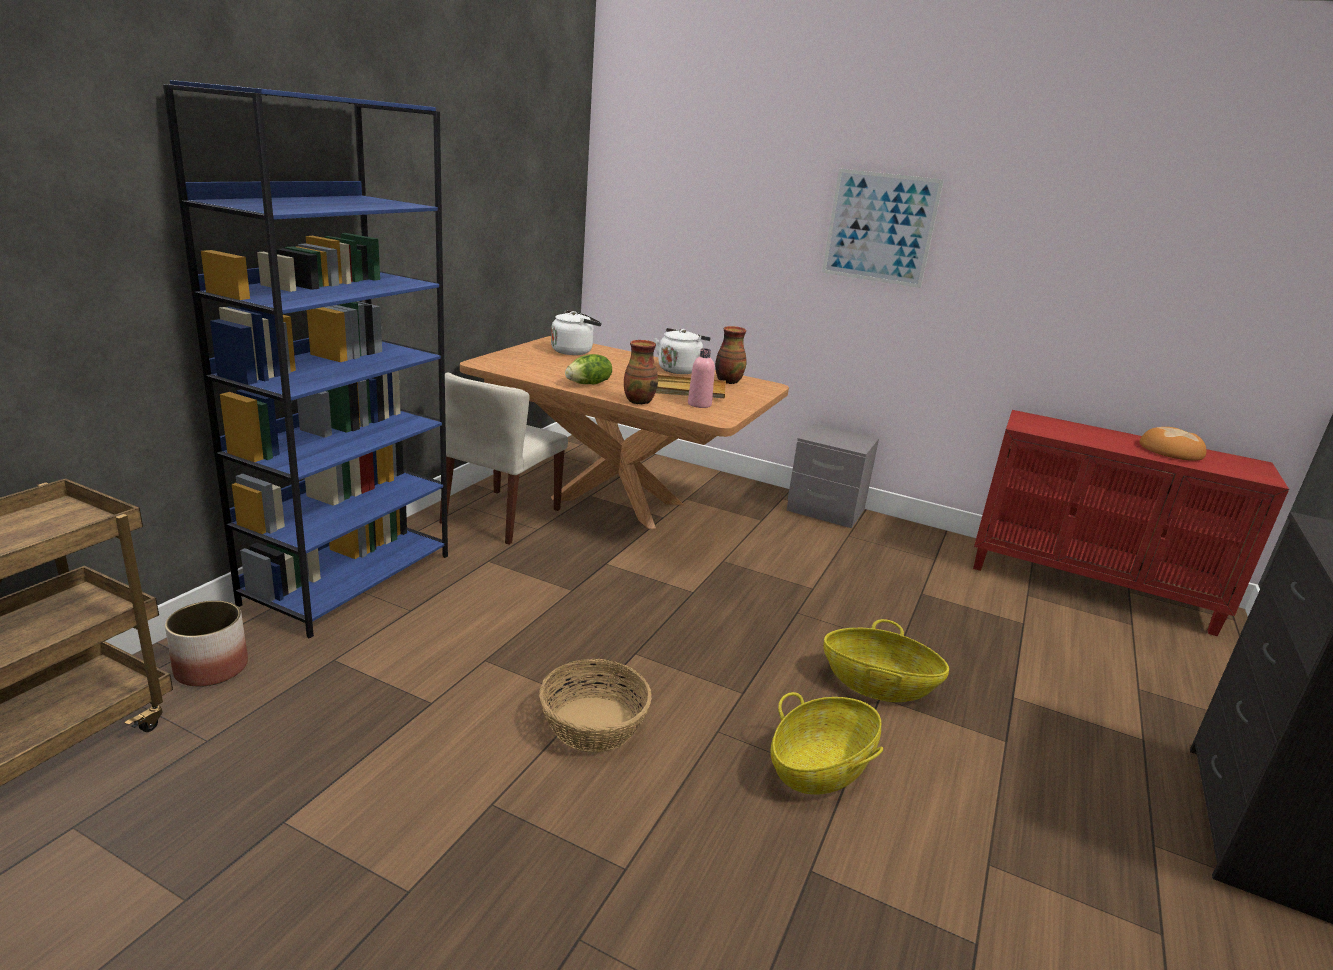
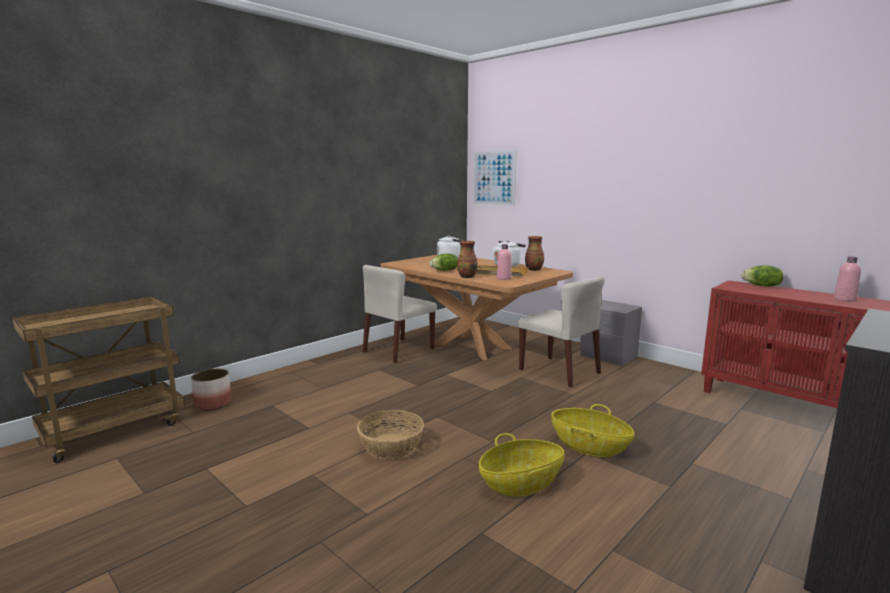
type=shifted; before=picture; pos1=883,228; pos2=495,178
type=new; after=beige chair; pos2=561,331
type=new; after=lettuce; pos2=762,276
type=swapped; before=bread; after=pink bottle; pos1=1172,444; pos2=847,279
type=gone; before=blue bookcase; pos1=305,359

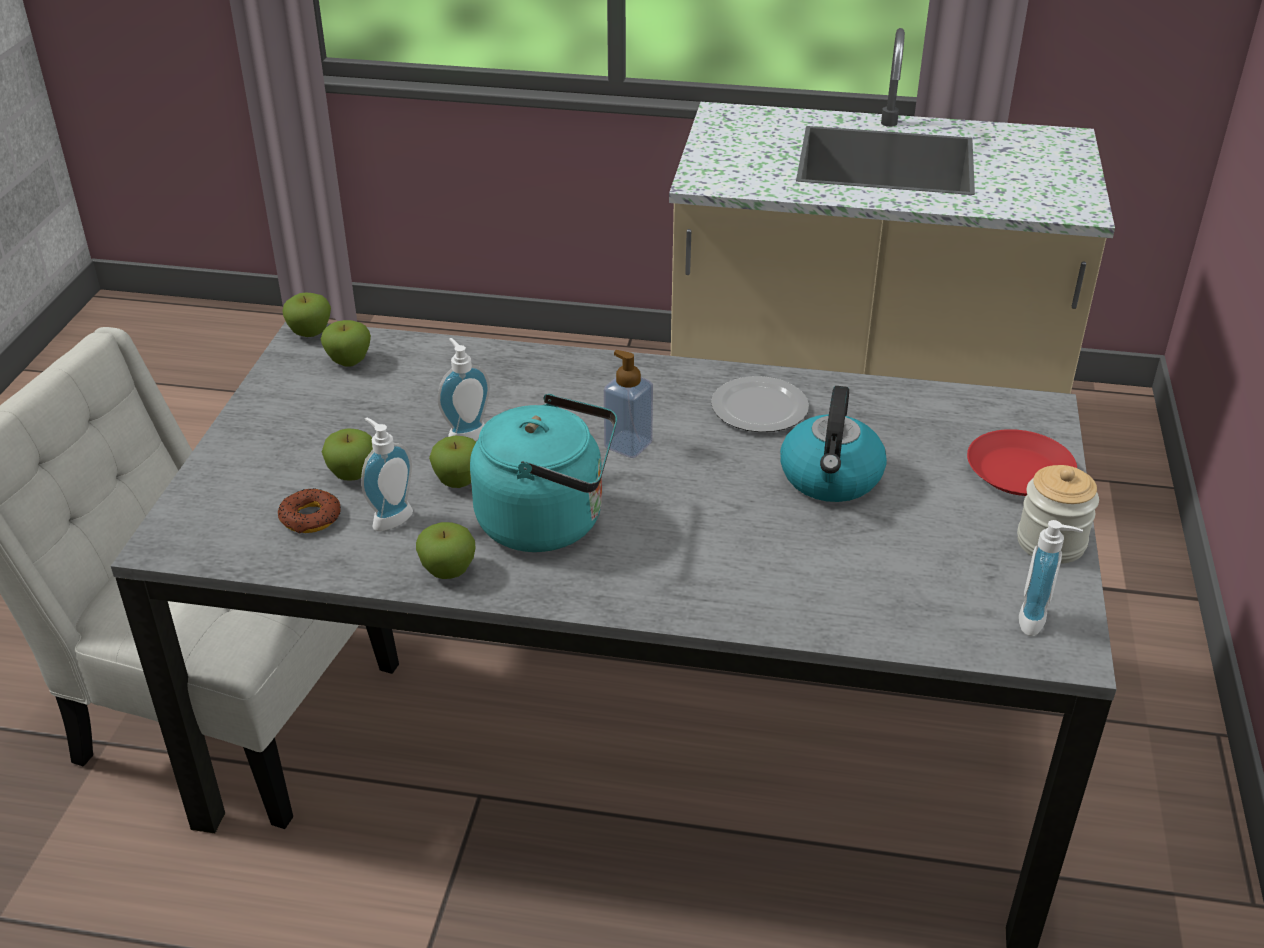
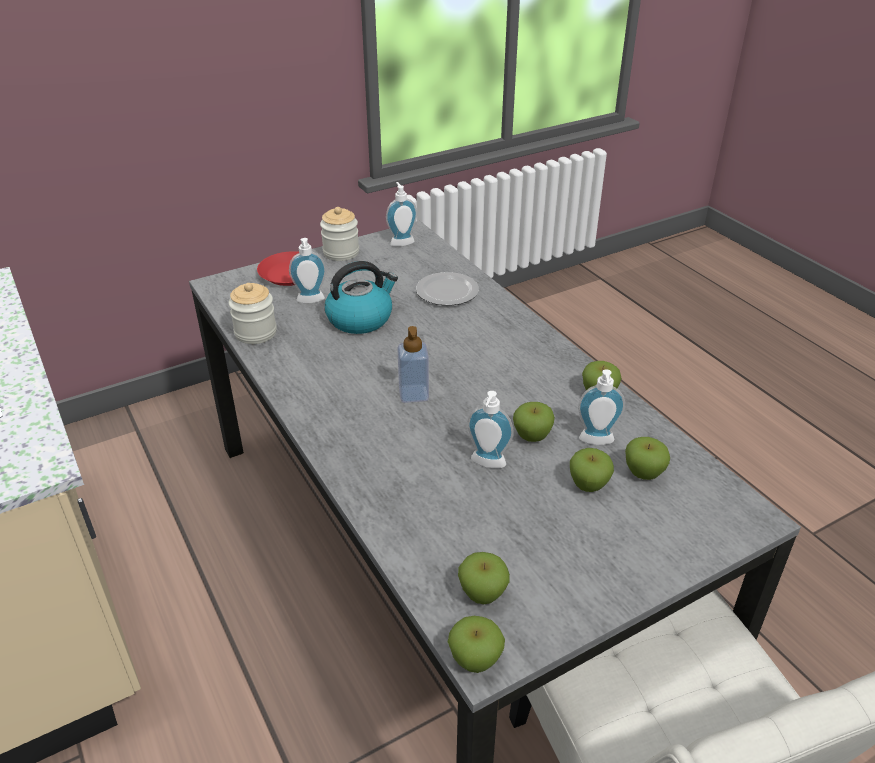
type=new; after=jar; pos2=253,313
type=new; after=soap dispenser; pos2=307,270
type=shifted; before=plate; pos1=760,404; pos2=447,289
type=swapped; before=donut; after=apple; pos1=309,510; pos2=647,458
type=gone; before=turquoise kettle; pos1=543,473

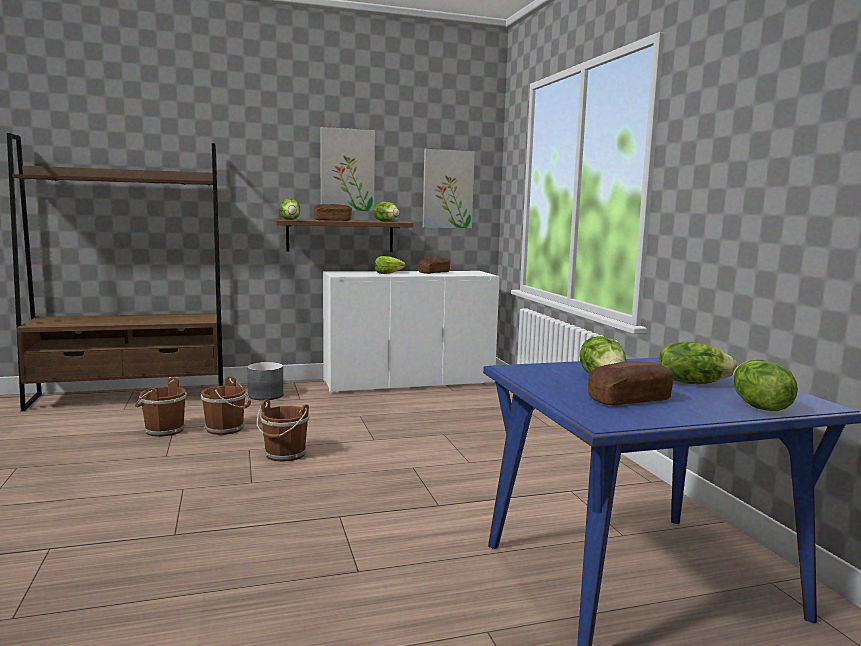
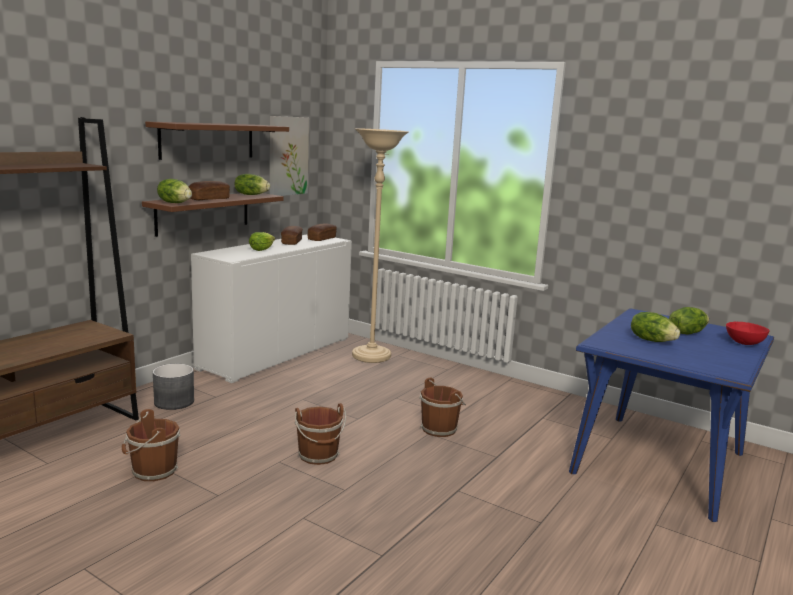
type=swapped; before=picture; after=brown shelf; pos1=347,169; pos2=217,141
type=shifted; before=bread; pos1=631,383; pos2=322,232
type=new; after=beige floor lamp; pos2=380,245
type=shifted; before=brown bucket; pos1=226,405; pos2=442,407
type=swapped; before=lettuce; after=red bowl; pos1=765,385; pos2=748,333

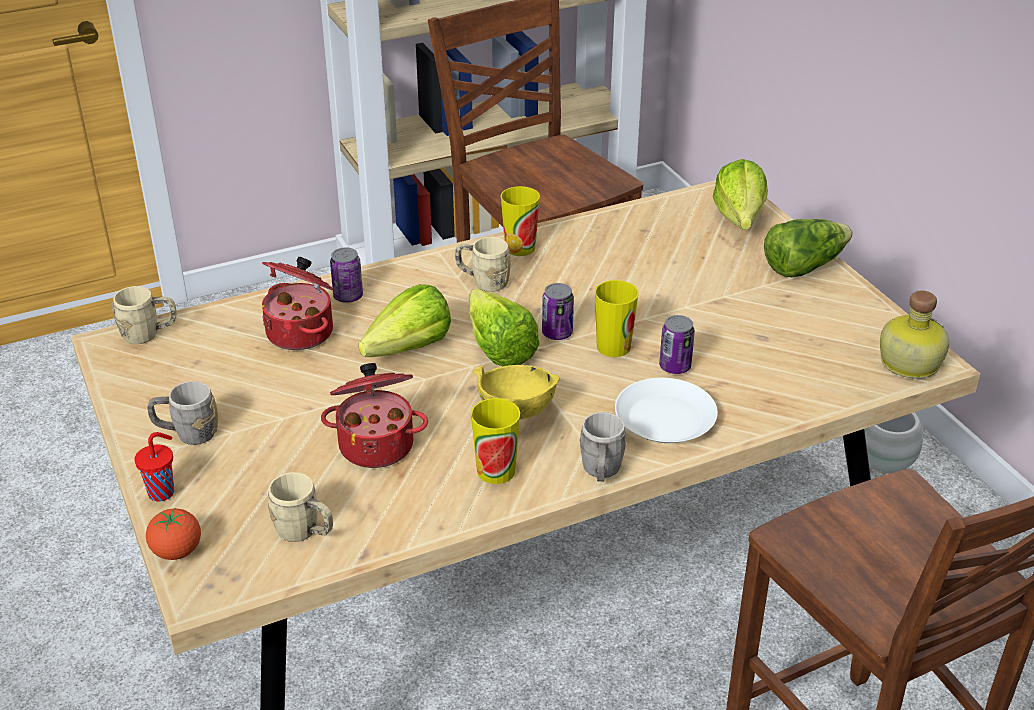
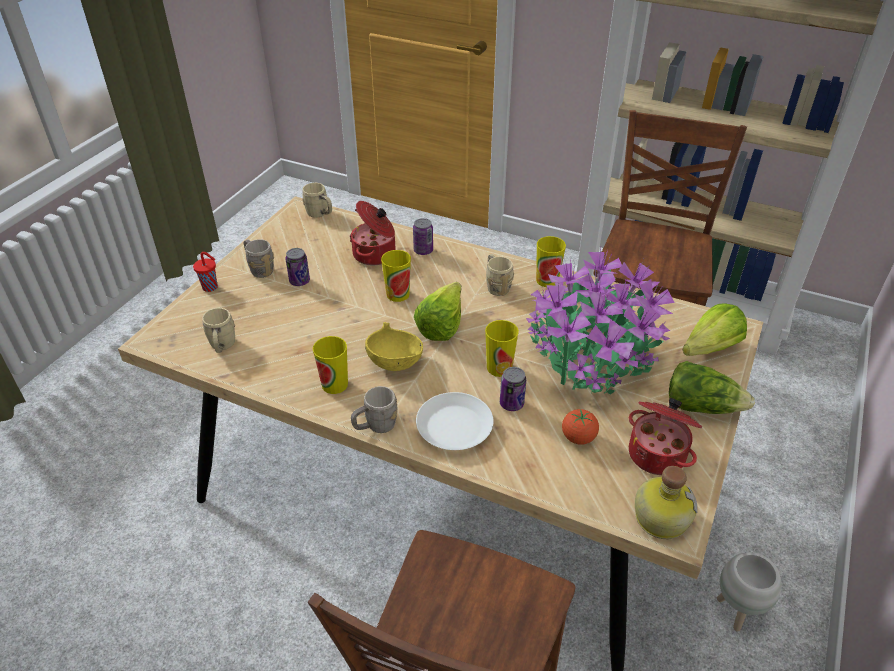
type=shifted; before=can; pos1=558,311; pos2=297,267
type=swapped; before=lettuce; after=cup; pos1=405,320; pos2=396,276
type=new; after=potted plant; pos2=600,321
type=shifted; before=tomato; pos1=173,534; pos2=580,427
type=shifted; before=cooking pot; pos1=374,415; pos2=665,436

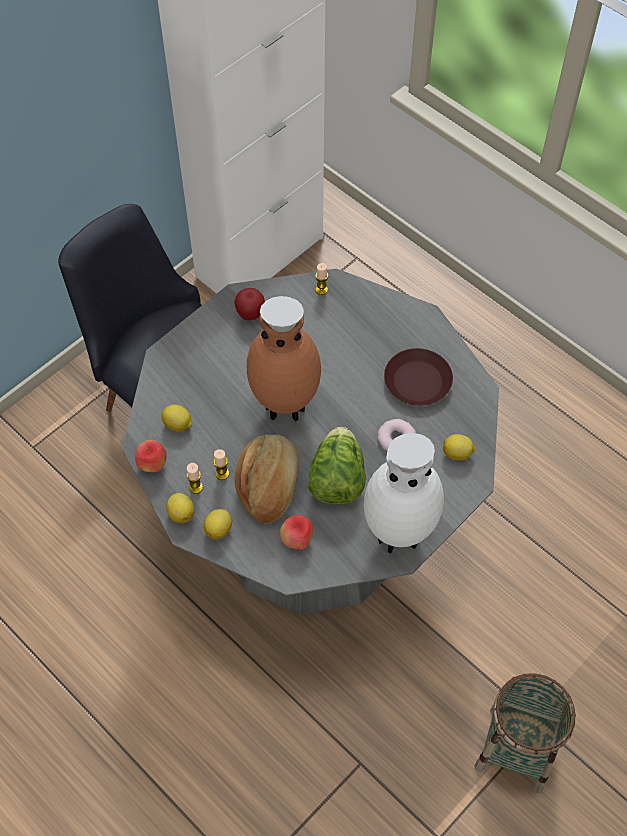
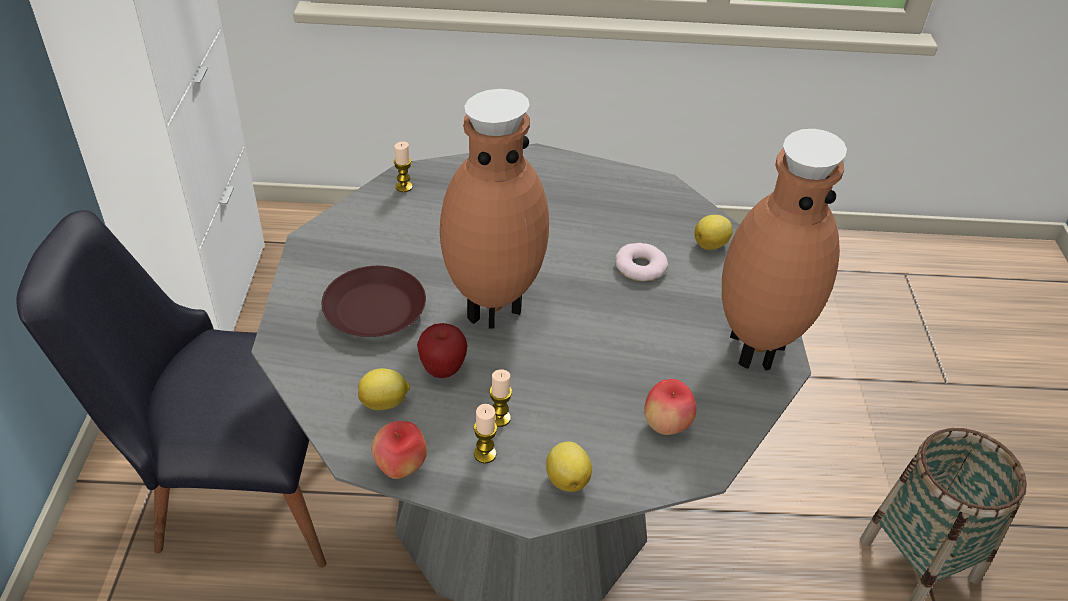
type=shifted; before=brown plate; pos1=418,377; pos2=374,301
type=shifted; before=apple; pos1=249,304; pos2=442,350
type=repainted; before=white vase; after=brown vase; pos1=404,493; pos2=784,250
type=gone; before=lemon; pos1=180,508
type=gone; before=bread; pos1=266,479
type=gone; before=lettuce; pos1=337,466

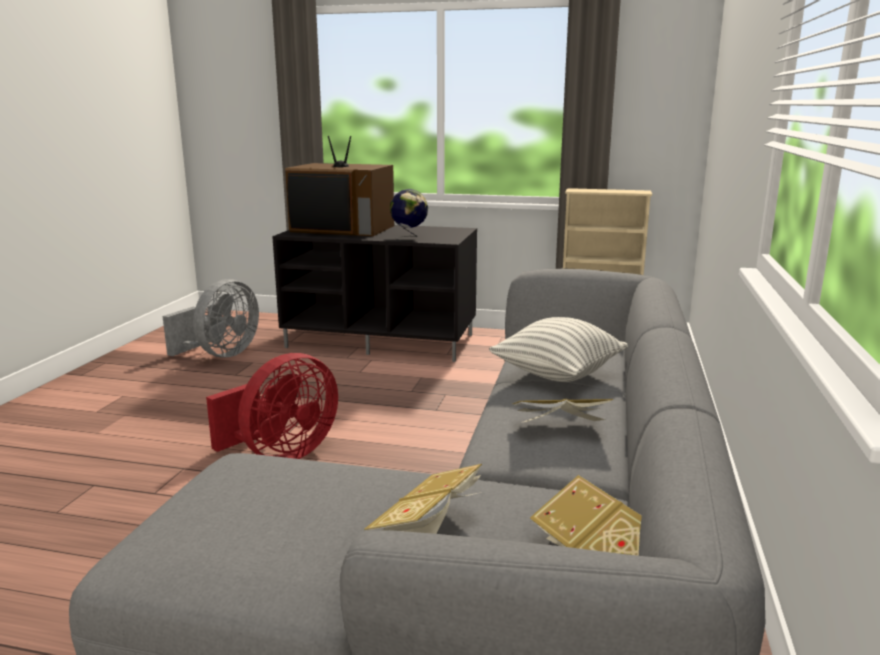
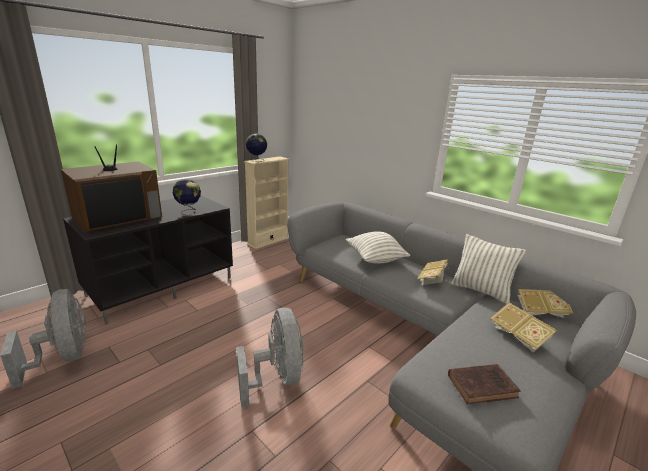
type=repainted; before=red fan; after=grey fan; pos1=272,406; pos2=270,357
type=new; after=globe; pos2=256,148
type=new; after=brown book; pos2=484,384
type=new; after=pillow; pos2=488,269

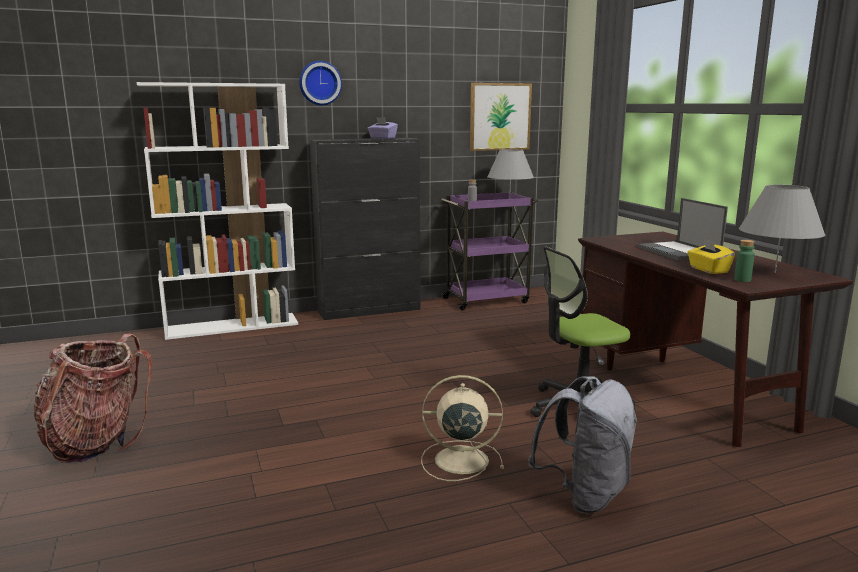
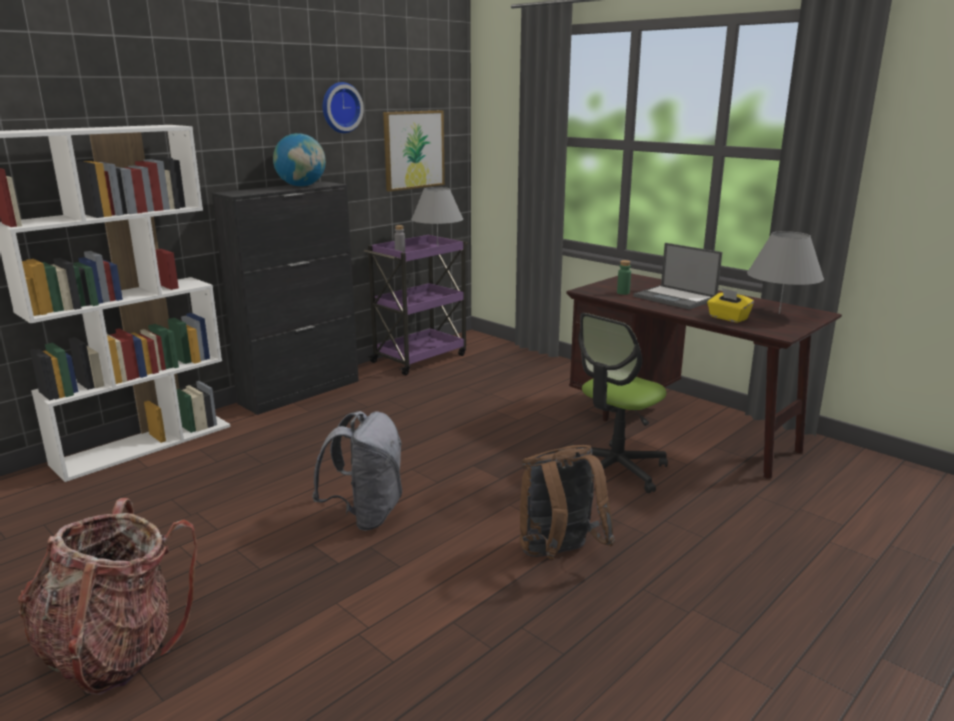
type=swapped; before=purple tissue box; after=globe; pos1=383,128; pos2=299,159
type=shifted; before=grey backpack; pos1=582,445; pos2=357,471
type=shifted; before=wall clock; pos1=320,83; pos2=343,107
type=swapped; before=beige fan; after=brown backpack; pos1=462,428; pos2=567,502
type=shifted; before=green bottle; pos1=744,261; pos2=624,277

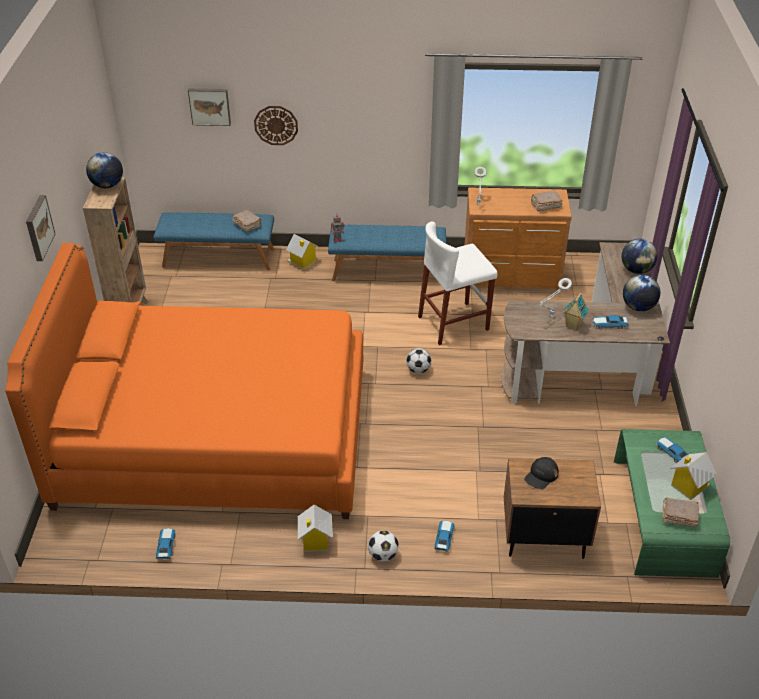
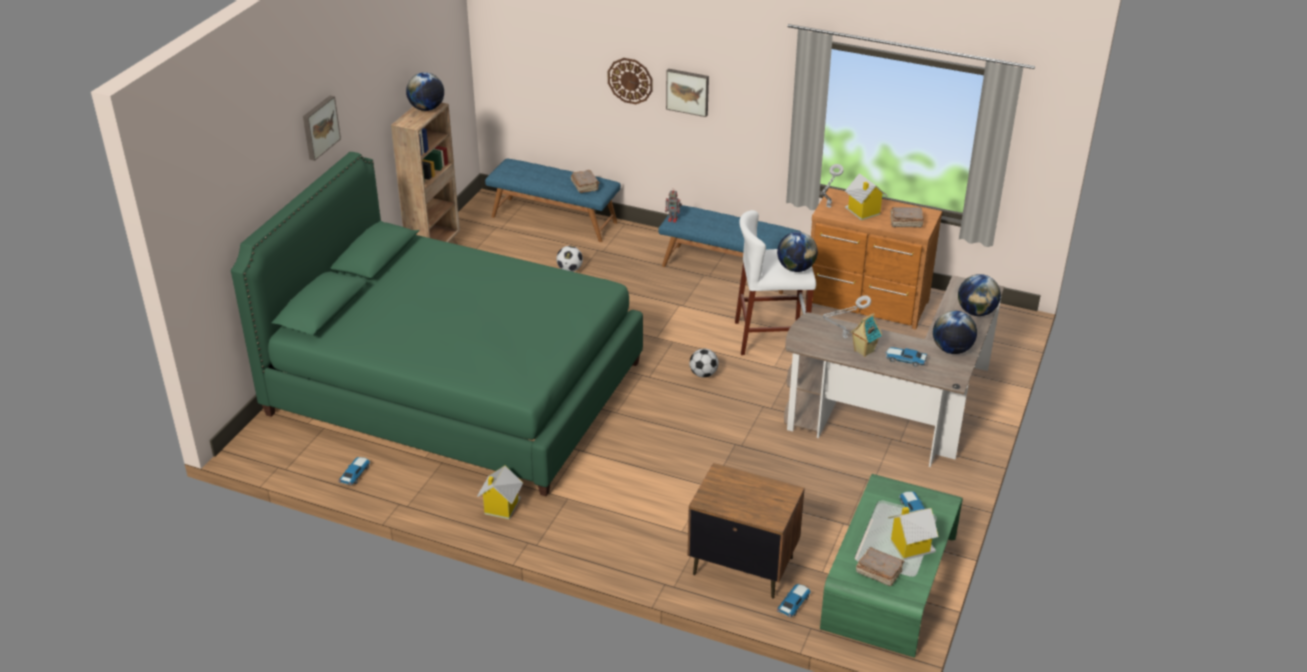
type=repainted; before=orange bed; after=green bed; pos1=184,381; pos2=437,324
type=shifted; before=football; pos1=383,546; pos2=569,259
type=shifted; before=picture; pos1=209,107; pos2=687,93
type=new; after=globe; pos2=797,252
type=shifted; before=toy car; pos1=444,536; pos2=794,600
type=shifted; before=toy house; pos1=302,252; pos2=866,197
type=gone; before=black cap; pos1=541,473

